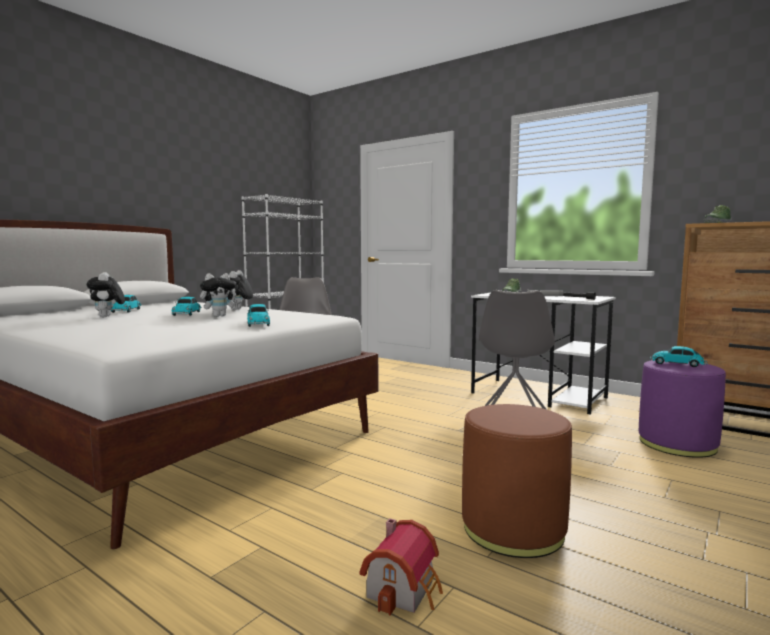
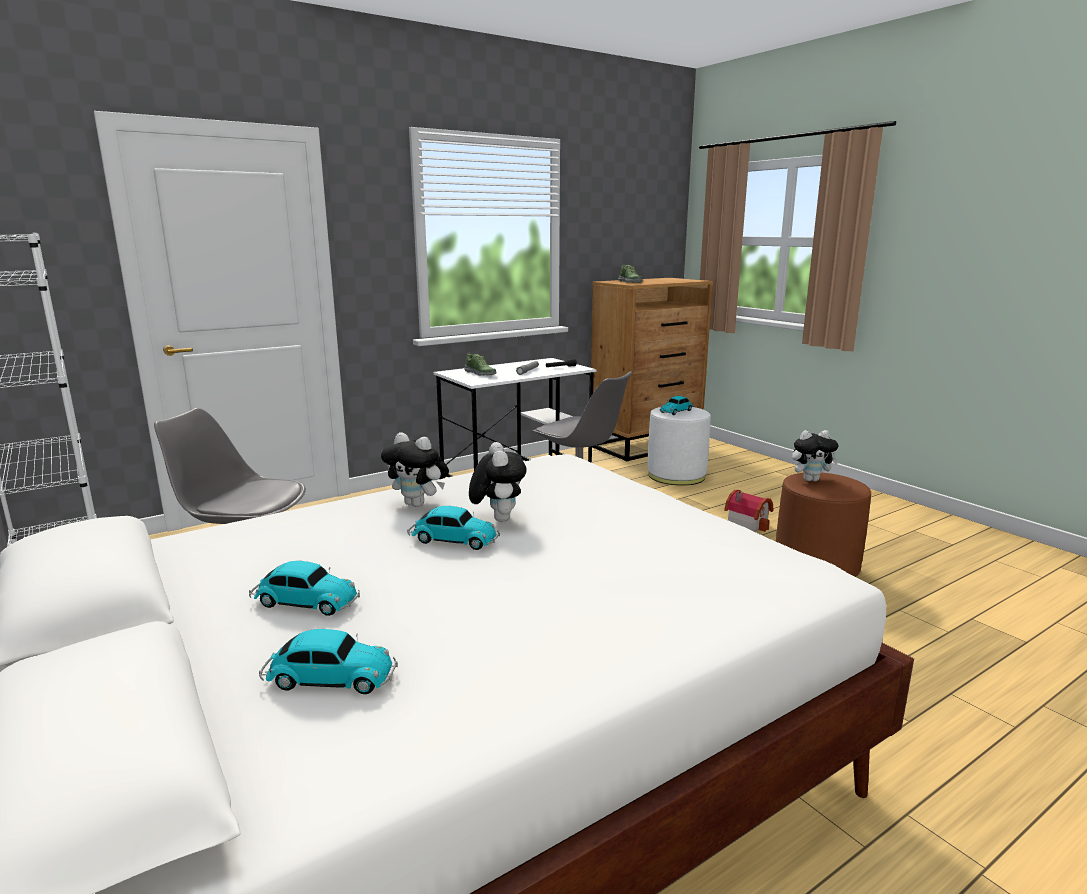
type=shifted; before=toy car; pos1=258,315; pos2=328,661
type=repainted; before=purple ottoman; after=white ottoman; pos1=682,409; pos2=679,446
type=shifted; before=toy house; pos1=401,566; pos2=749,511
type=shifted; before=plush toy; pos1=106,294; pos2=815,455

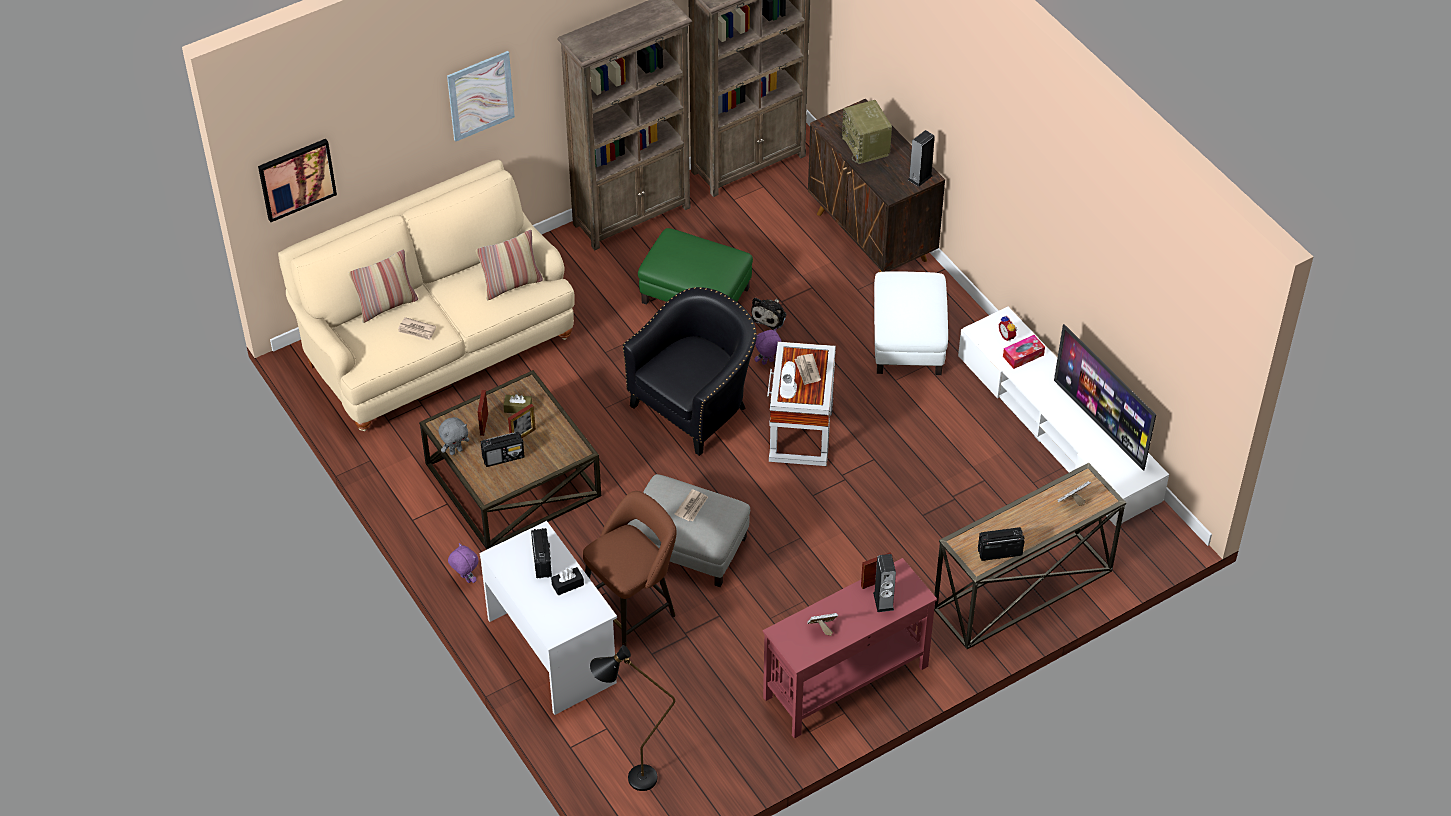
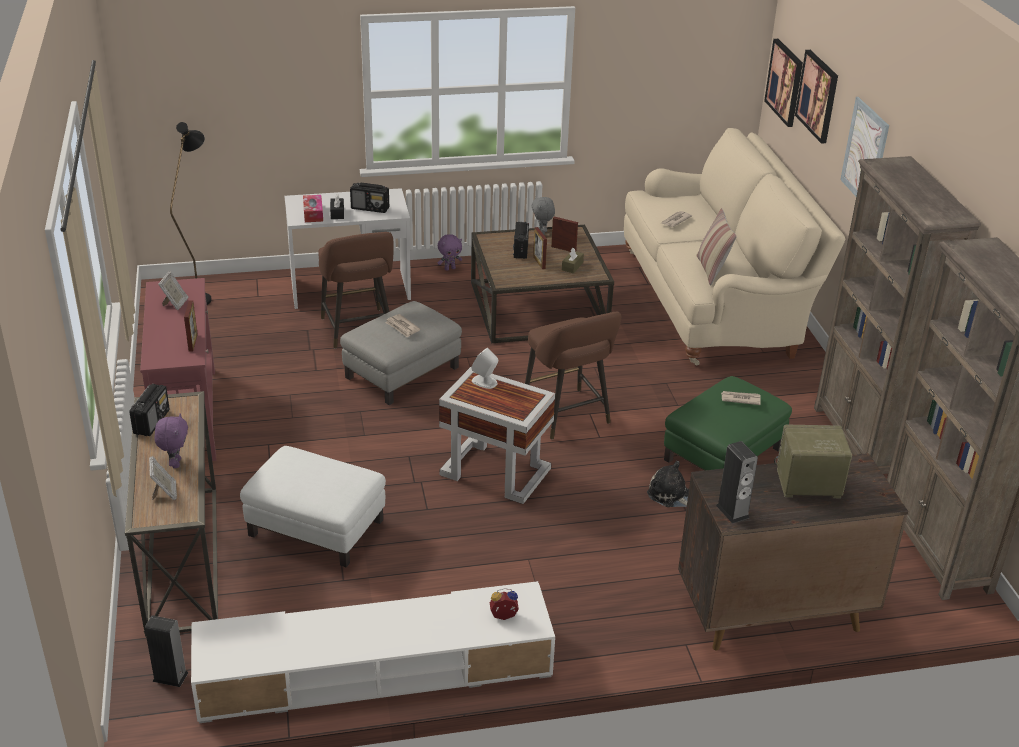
type=shifted; before=speaker; pos1=884,583; pos2=167,651
type=shifted; before=purple plush toy; pos1=768,347; pos2=171,441
type=shifted; before=white ottoman; pos1=911,323; pos2=313,507
type=shifted; before=tissue box; pos1=1024,352; pos2=313,208
type=swapped; before=black armchair; after=brown stool; pos1=690,371; pos2=573,376
type=shifted; before=newspaper; pos1=808,369; pos2=741,398
type=new; after=picture; pos2=816,97
type=gone; before=pillow; pos1=383,286
type=gone; before=television; pos1=1105,397

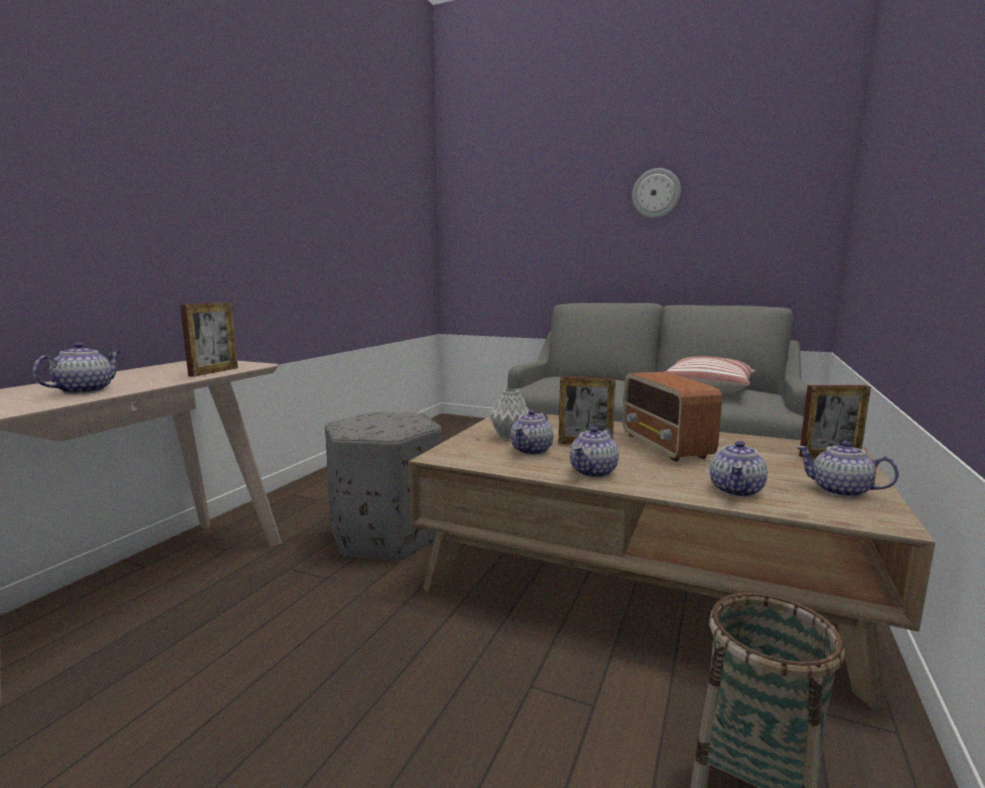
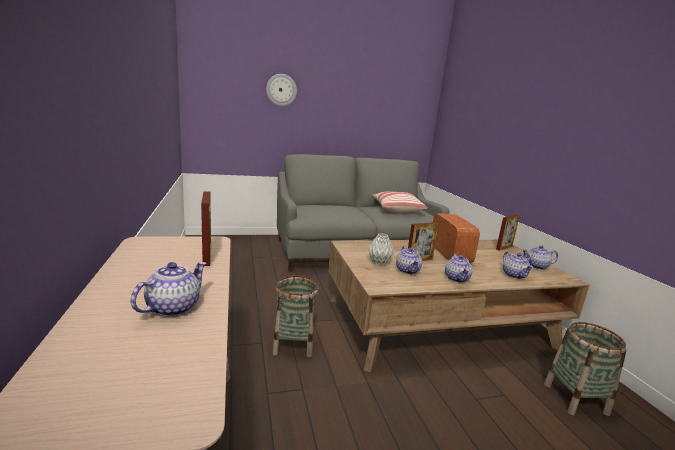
type=rotated; before=teapot; pos1=77,368; pos2=169,289; turn=45
type=shifted; before=wall clock; pos1=656,193; pos2=281,90
type=swapped; before=grey ottoman; after=basket; pos1=383,487; pos2=295,316
type=rotated; before=radio; pos1=672,416; pos2=456,238; turn=-135

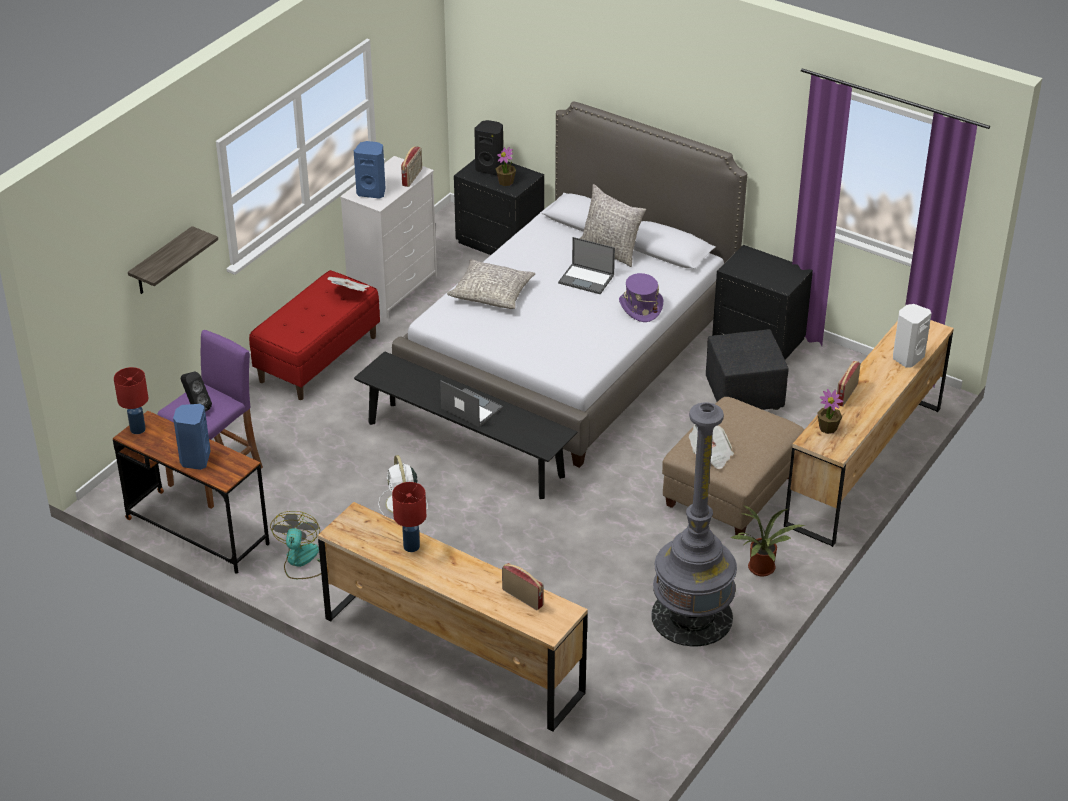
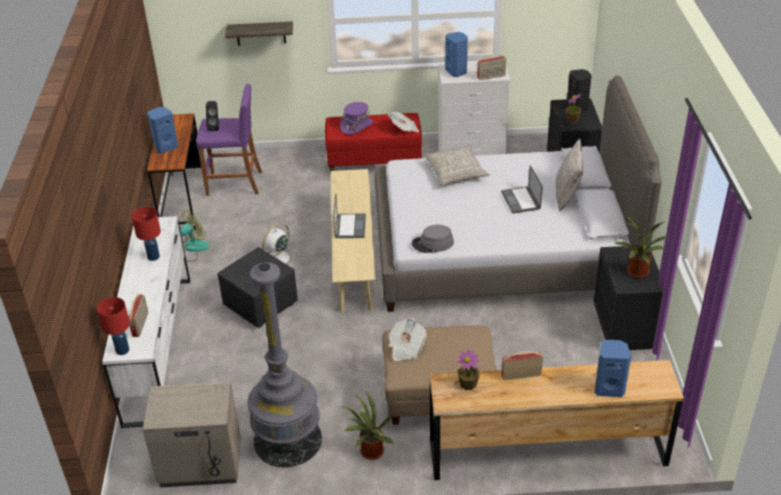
type=shifted; before=red table lamp; pos1=131,400; pos2=113,326
type=repainted; before=brown dresser; after=white dresser; pos1=453,616; pos2=146,322
type=new; after=beige nightstand; pos2=191,435
type=shifted; before=black ottoman; pos1=747,369; pos2=258,287
type=repainted; before=black bench; after=beige bench; pos1=465,425; pos2=353,240
type=shifted; before=purple hat; pos1=641,297; pos2=356,118
type=new; after=grey hat; pos2=433,239
type=repainted; before=white speaker; after=blue speaker; pos1=912,336; pos2=612,368
type=new; after=potted plant; pos2=640,247

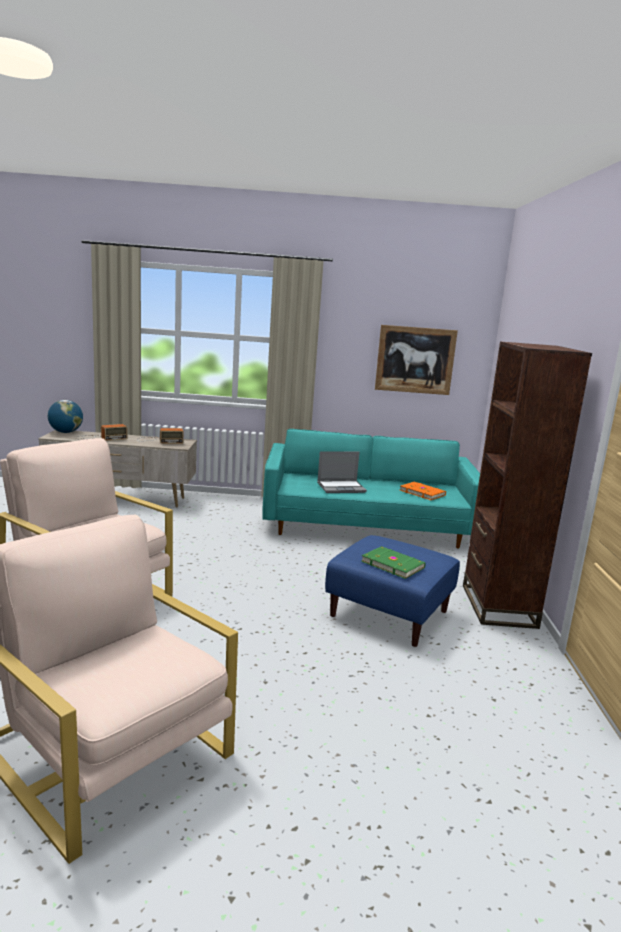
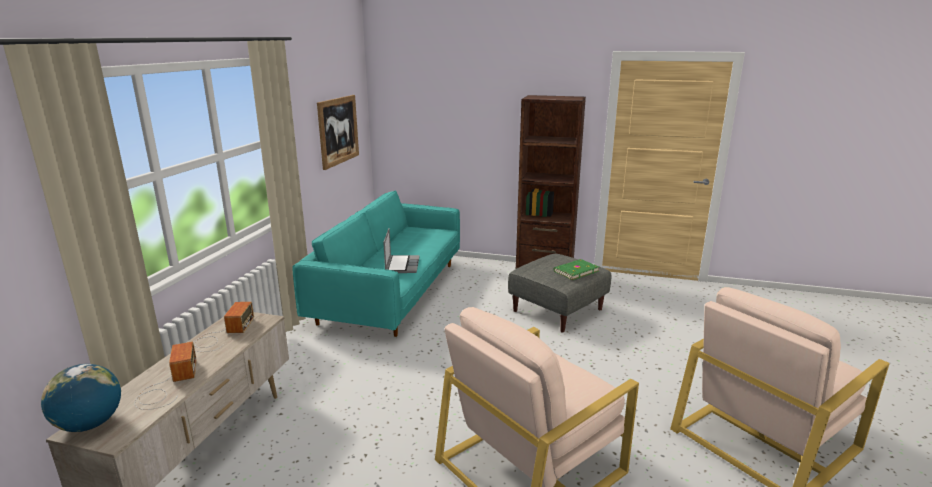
type=repainted; before=blue ottoman; after=grey ottoman; pos1=392,591; pos2=559,293
type=gone; before=orange book; pos1=423,491

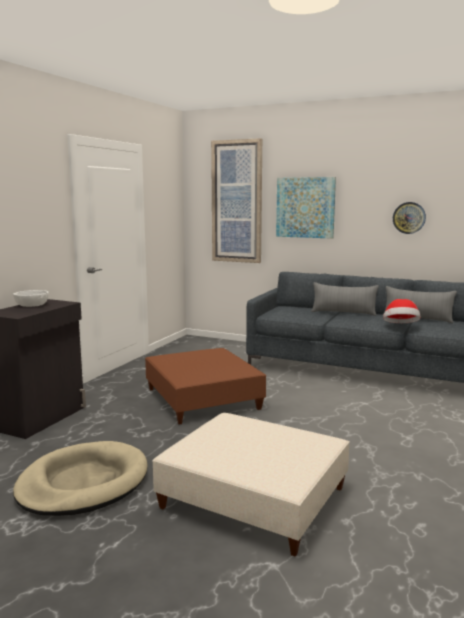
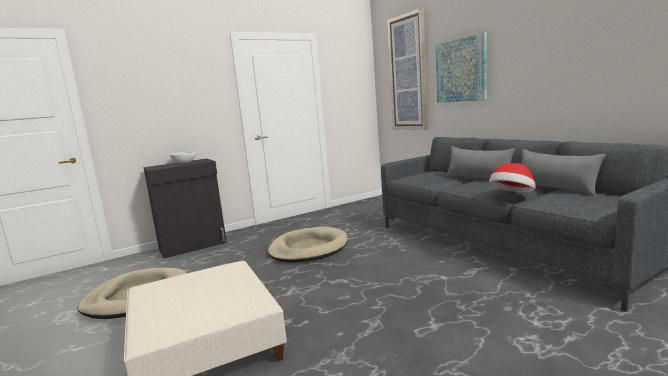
type=swapped; before=brown ottoman; after=beige dog bed; pos1=205,386; pos2=308,244
type=gone; before=wall clock; pos1=409,218

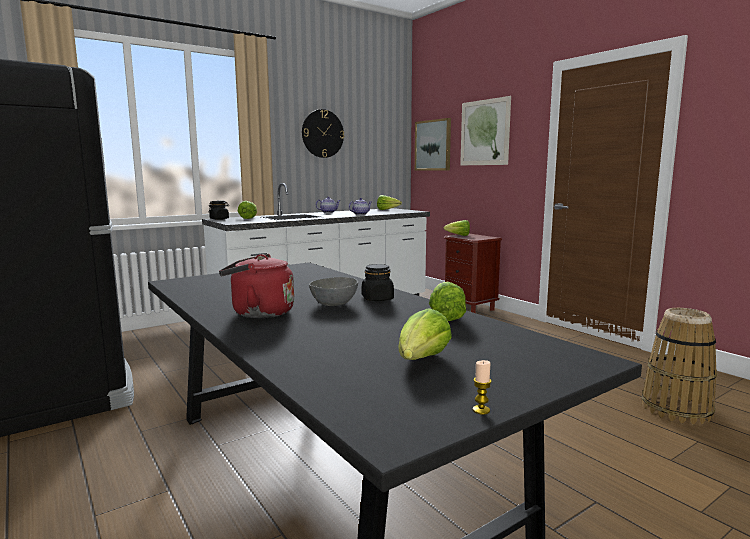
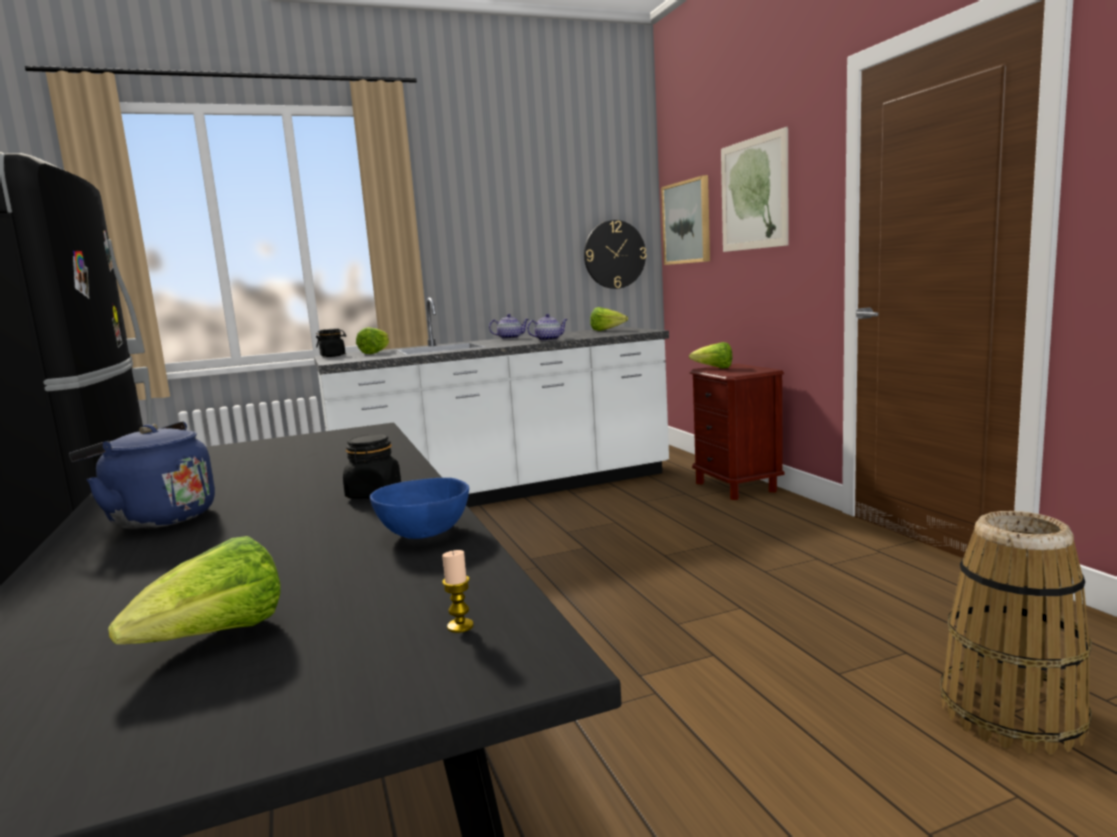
type=repainted; before=red kettle; after=blue kettle; pos1=256,286; pos2=142,475
type=swapped; before=lettuce; after=blue bowl; pos1=447,301; pos2=419,508
type=shifted; before=candle; pos1=482,387; pos2=458,591
type=shifted; before=wall clock; pos1=323,133; pos2=615,254
type=gone; before=grey bowl; pos1=333,291

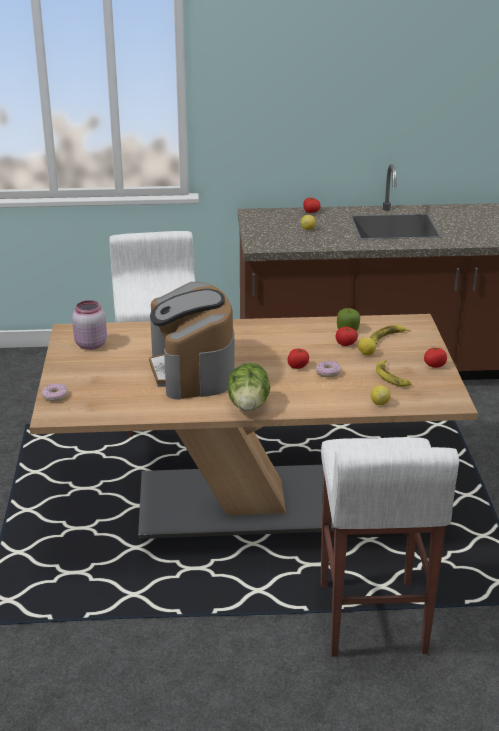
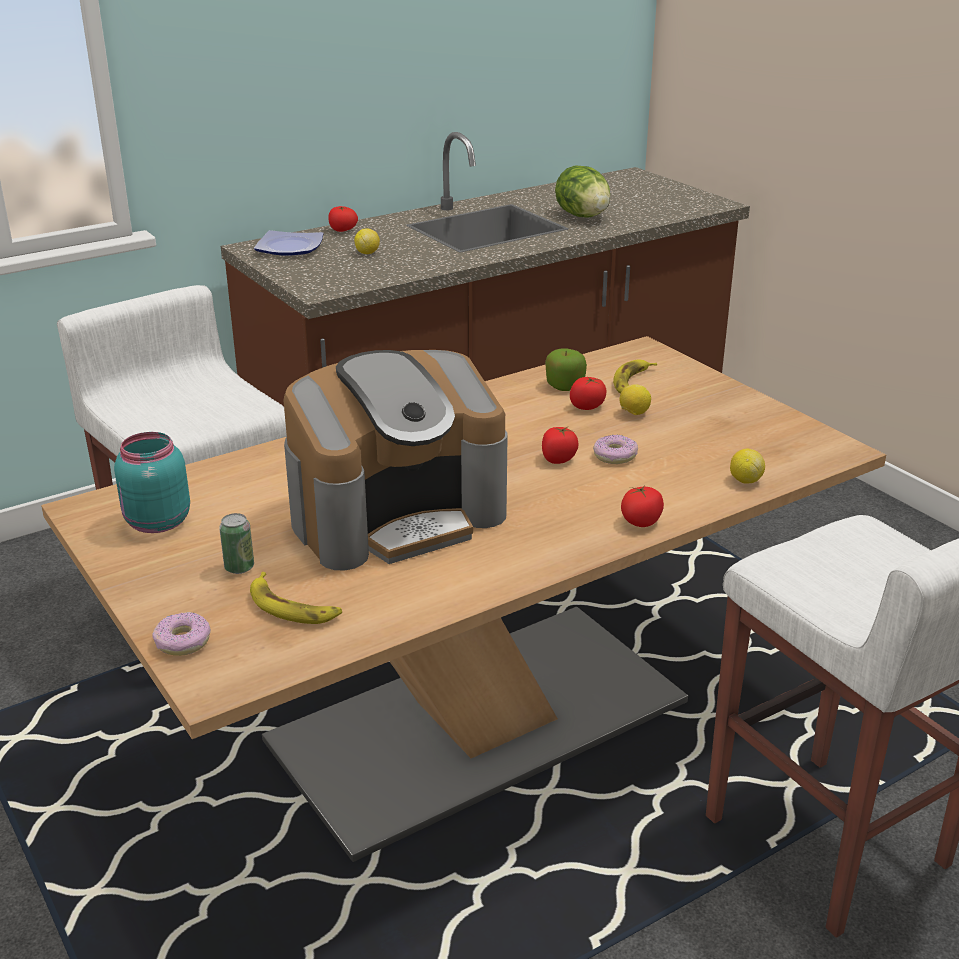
type=repainted; before=pink jar; after=turquoise jar; pos1=89,325; pos2=152,482
type=new; after=can; pos2=236,543
type=shifted; before=banana; pos1=394,373; pos2=296,598
type=new; after=plate; pos2=288,243
type=rotated; before=coffee machine; pos1=192,341; pos2=395,460; turn=-75
type=shifted; before=lettuce; pos1=249,387; pos2=582,192
type=shifted; before=tomato; pos1=435,357; pos2=642,506

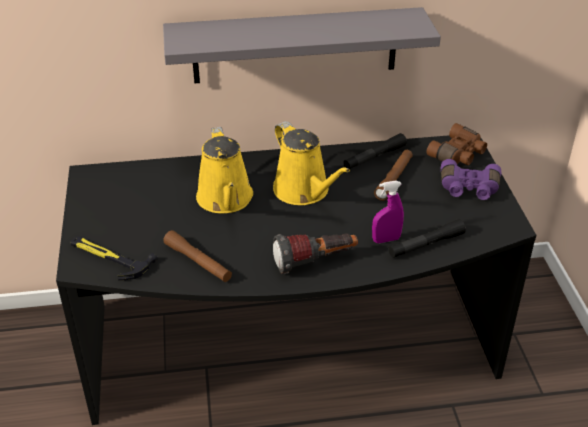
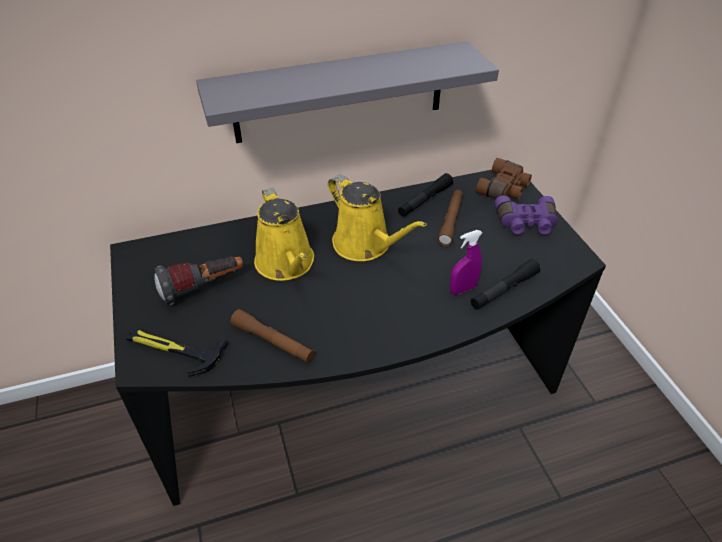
type=shifted; before=flashlight; pos1=315,253; pos2=198,280

